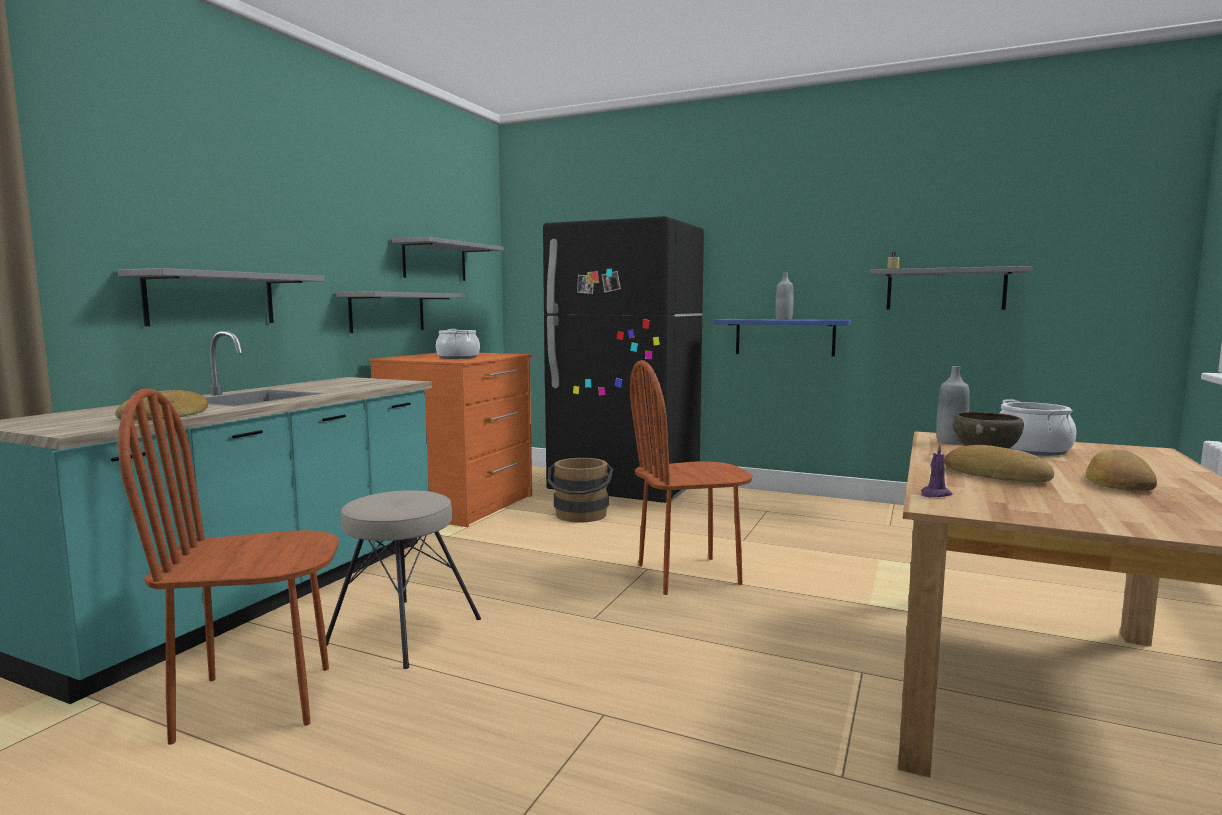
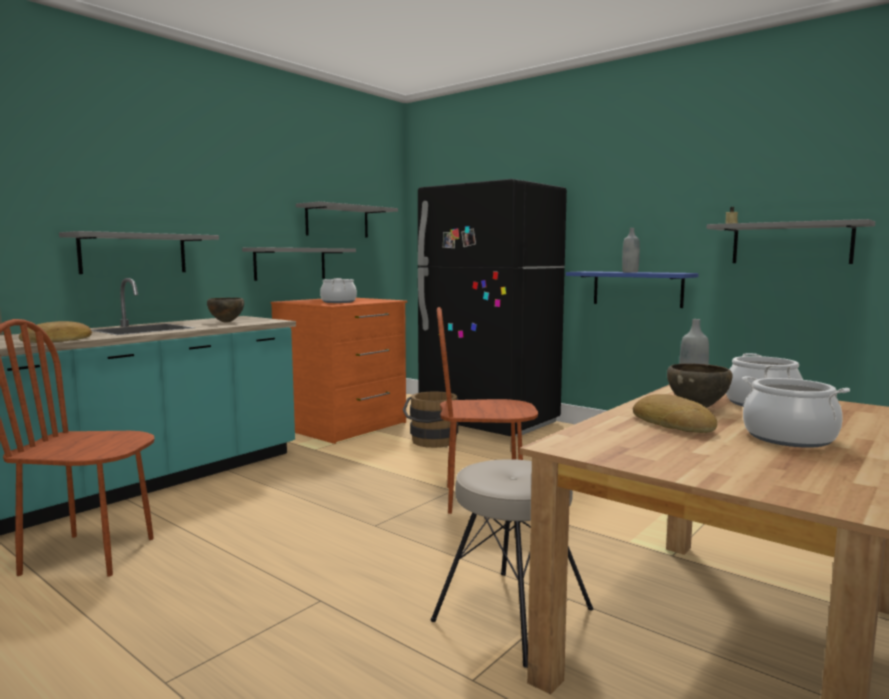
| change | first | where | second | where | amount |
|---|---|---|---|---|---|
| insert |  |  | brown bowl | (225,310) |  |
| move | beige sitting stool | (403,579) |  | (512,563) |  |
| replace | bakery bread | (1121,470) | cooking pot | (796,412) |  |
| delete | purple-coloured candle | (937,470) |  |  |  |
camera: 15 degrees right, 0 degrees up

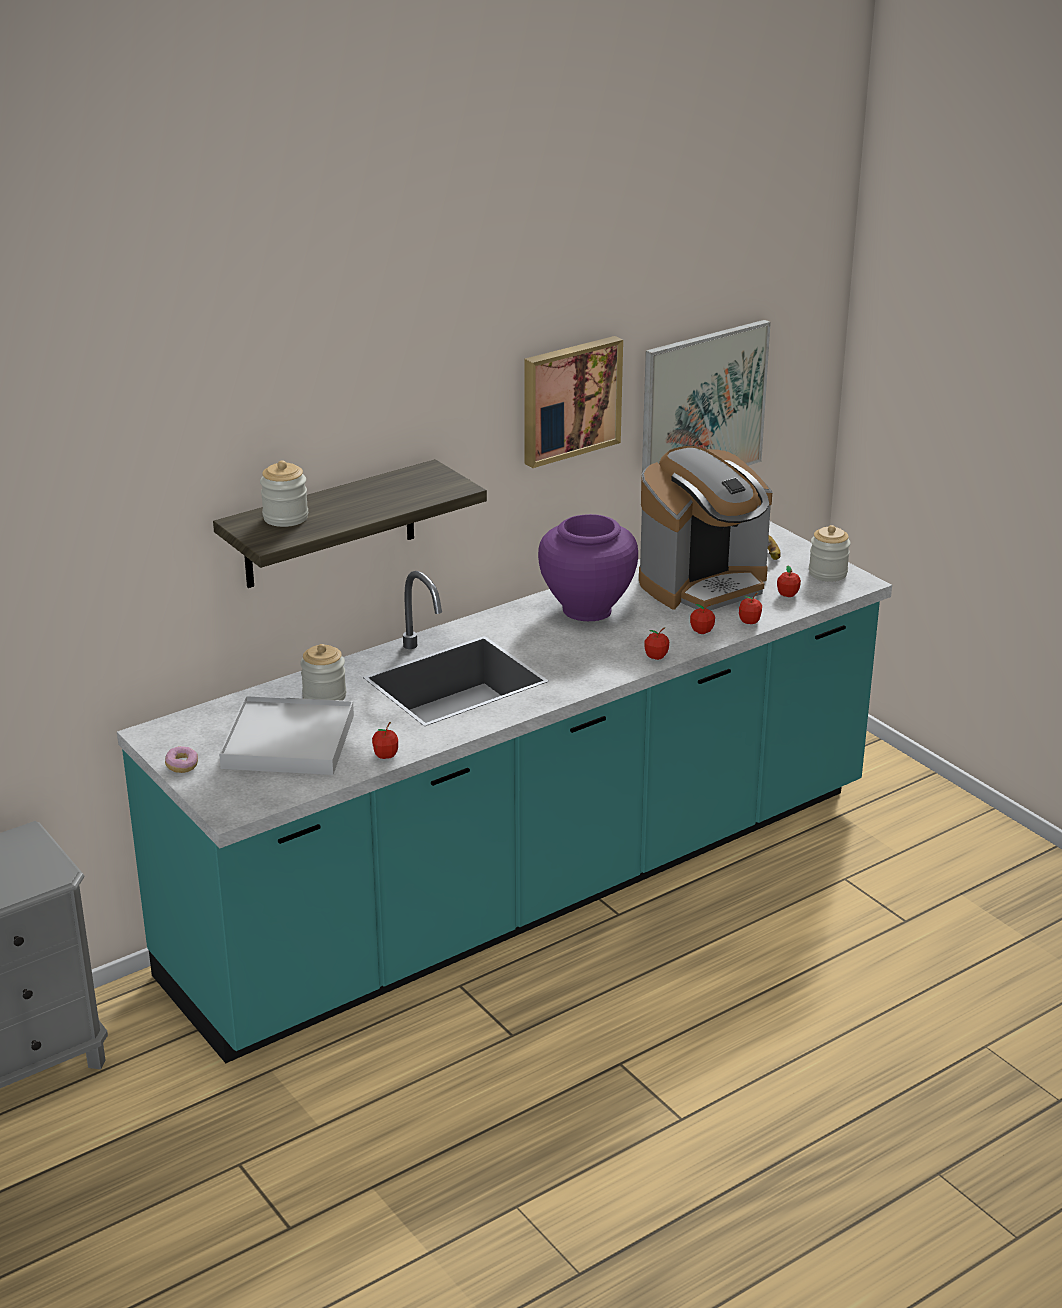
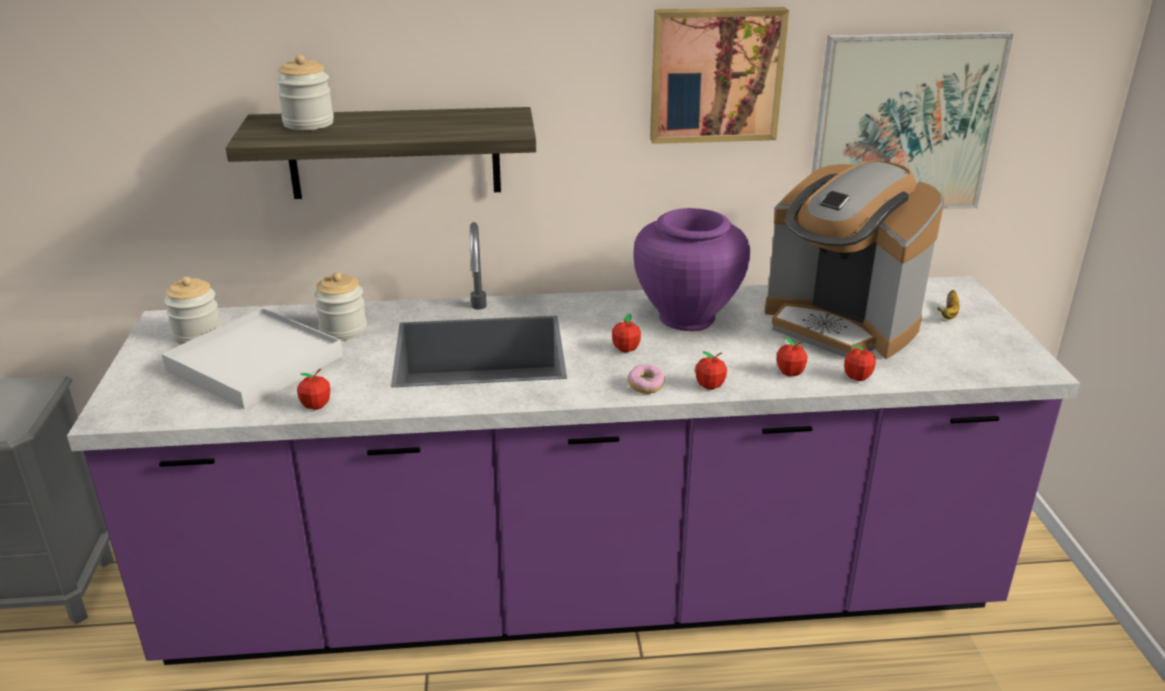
| change | first | where | second | where | amount |
|---|---|---|---|---|---|
| recolor | turquoise-coloured counter | (504,792) | purple-coloured counter | (573,443) |  |
| move | preserve jar | (830,553) |  | (193,310) |  |
| move | apple fruit | (789,581) |  | (626,333) |  |
| move | donut | (181,759) |  | (646,379) |  |
| rotate | coffee machine | (705,528) |  | (854,260) | 45 degrees clockwise |
camera: 30 degrees right, 0 degrees up

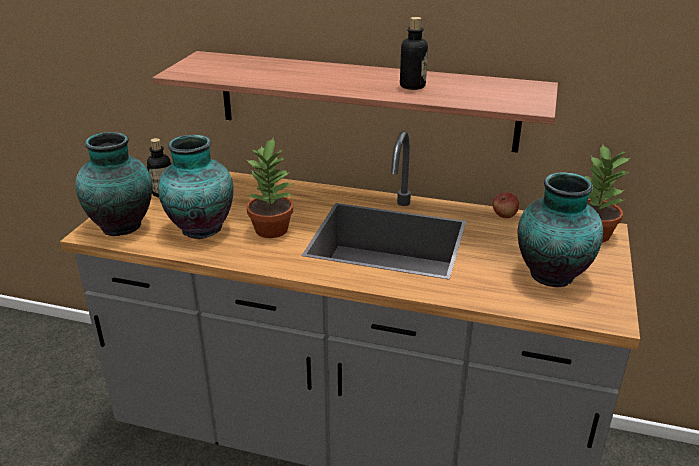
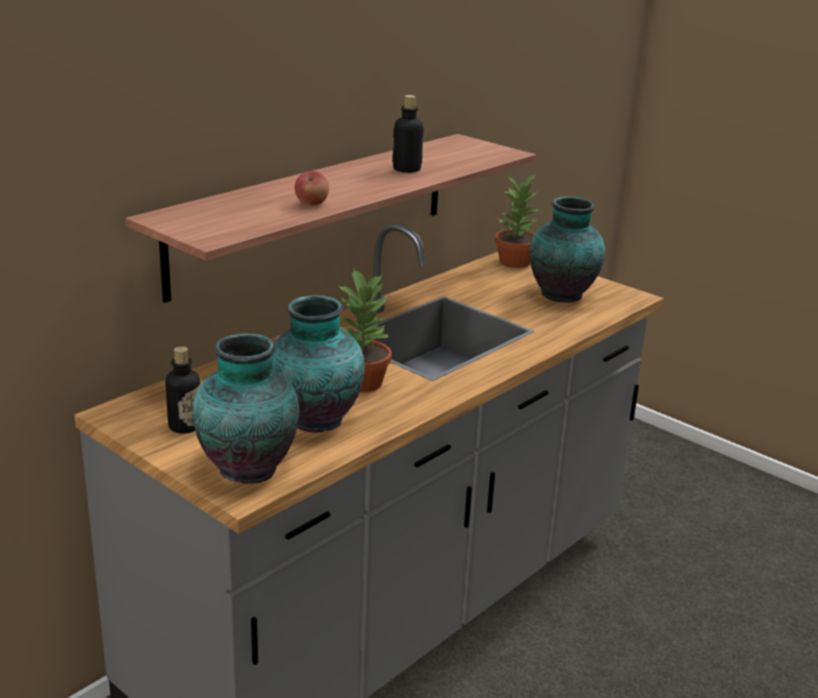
| change | first | where | second | where | amount |
|---|---|---|---|---|---|
| move | apple fruit | (506,205) |  | (312,188) |  |
camera: 65 degrees left, 5 degrees down

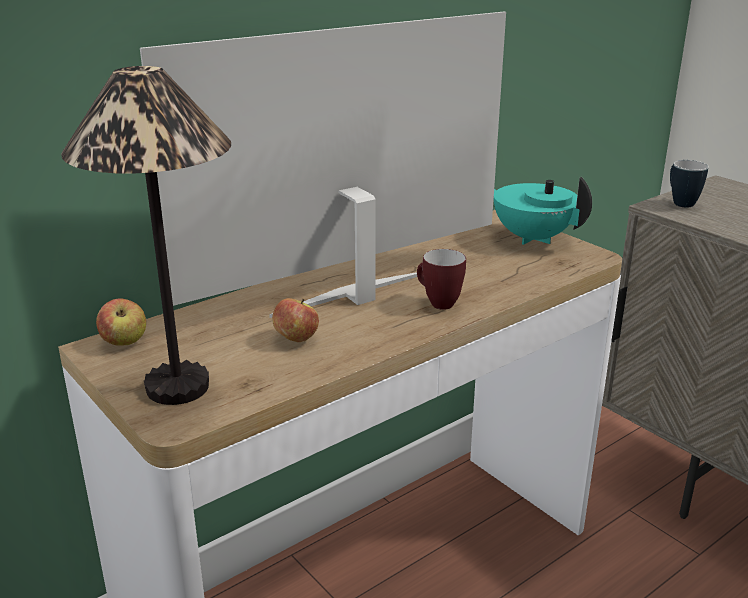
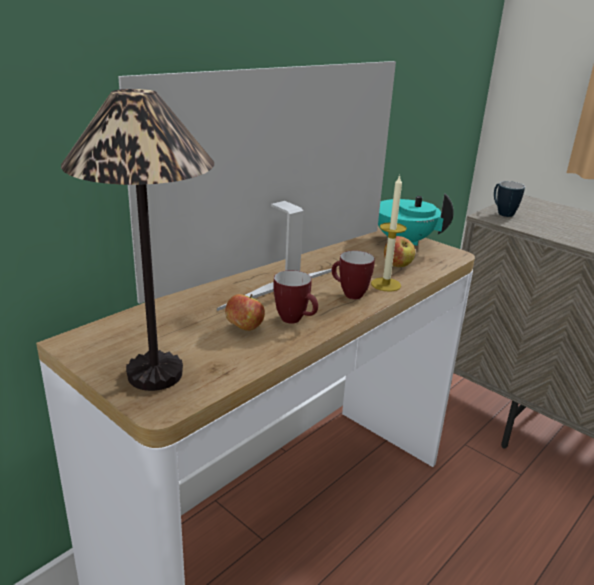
| change | first | where | second | where | amount |
|---|---|---|---|---|---|
| insert |  |  | mug | (295,297) |  |
| insert |  |  | candle | (389,233) |  |
| move | apple fruit | (121,322) |  | (399,251) |  |
camera: 10 degrees left, 0 degrees up

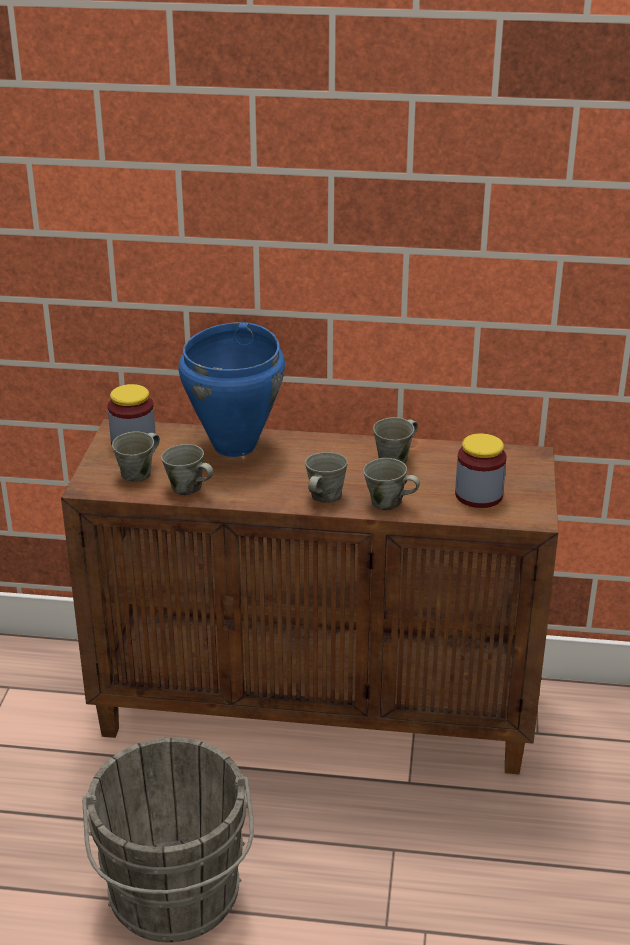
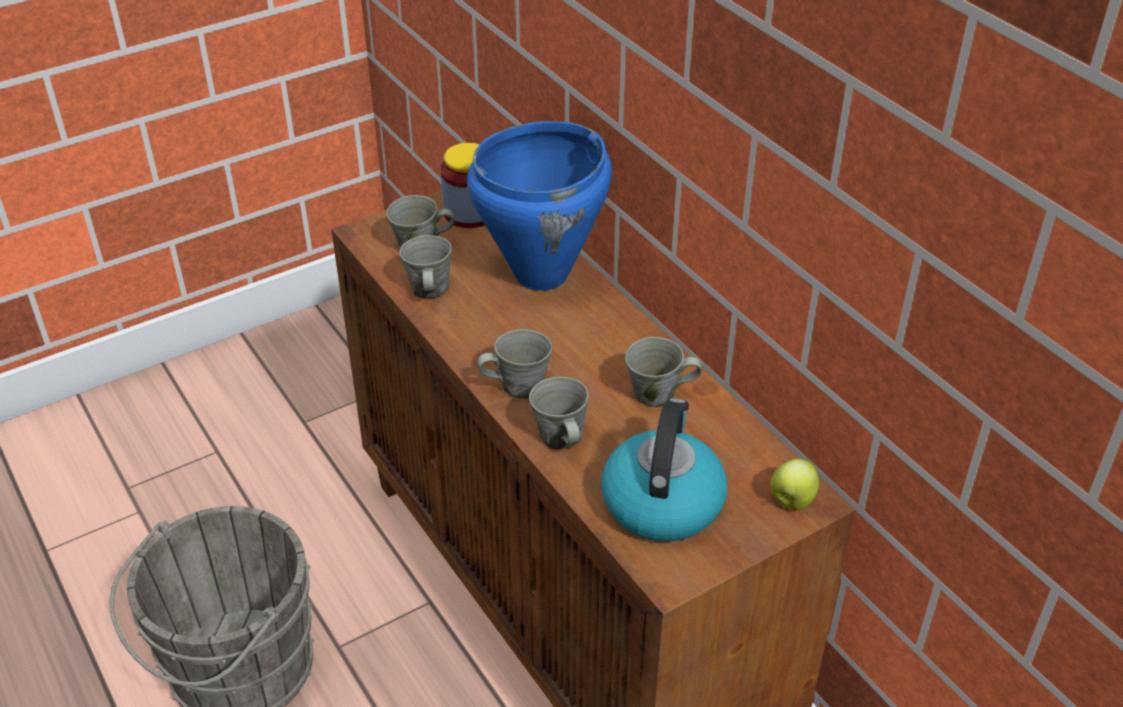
| change | first | where | second | where | amount |
|---|---|---|---|---|---|
| replace | preserve jar | (481,470) | tea kettle | (664,470) |  |
| insert |  |  | apple fruit | (795,484) |  |
camera: 50 degrees right, 10 degrees up

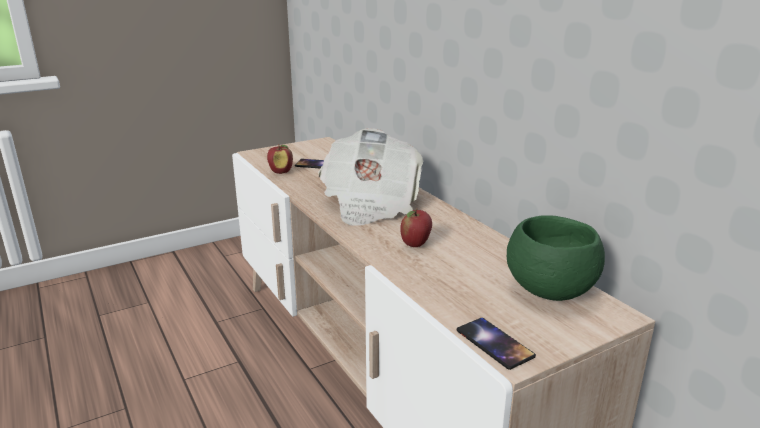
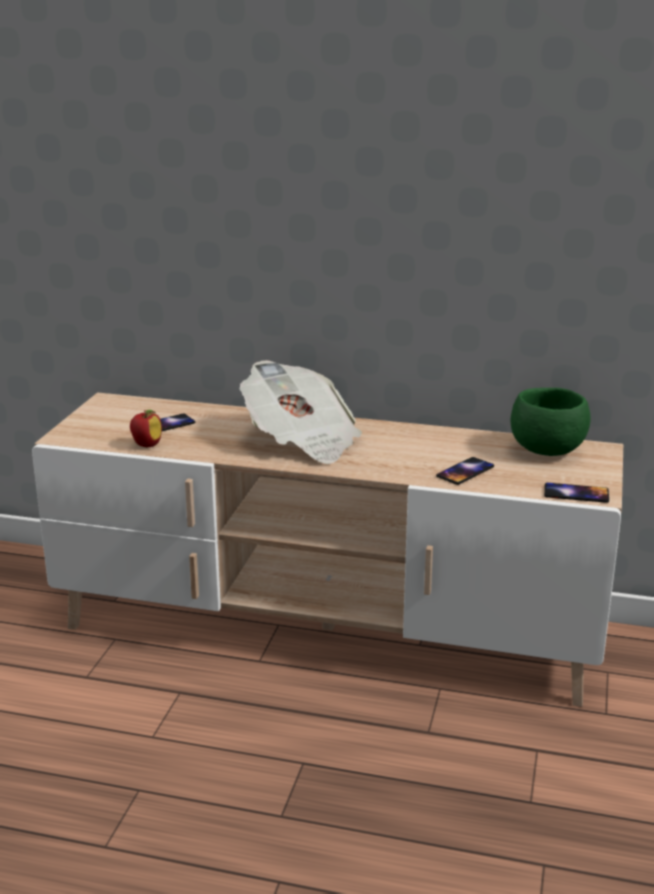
| change | first | where | second | where | amount |
|---|---|---|---|---|---|
| insert |  |  | handset | (465,471) |  |
| delete | apple fruit | (416,227) |  |  |  |
camera: 45 degrees left, 0 degrees up

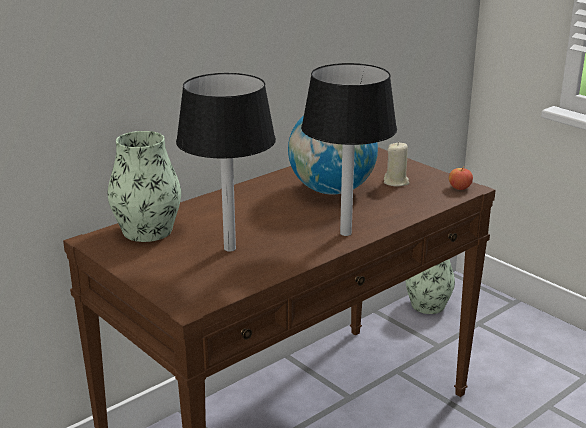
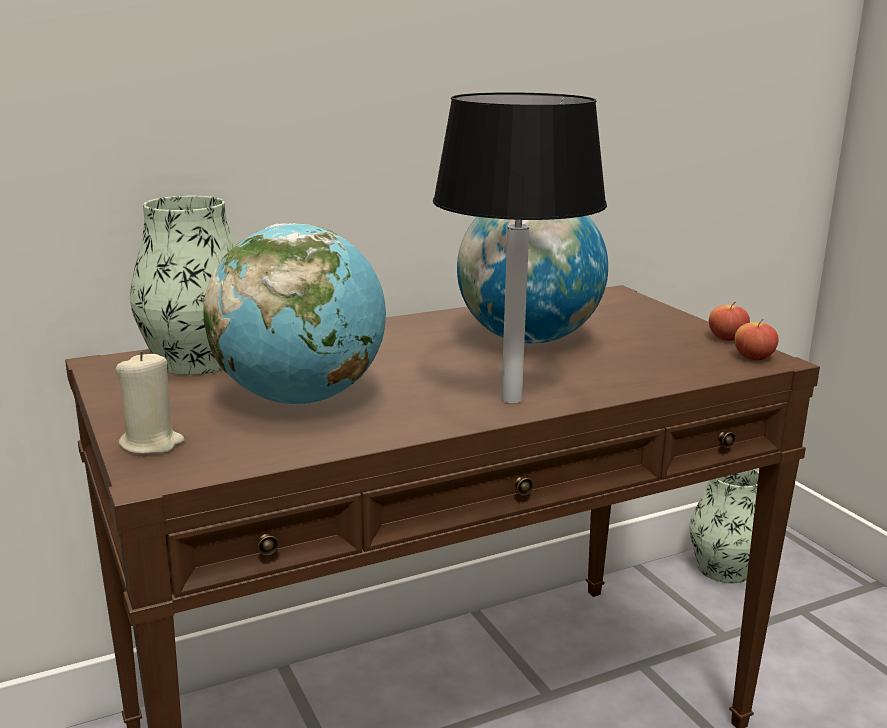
| change | first | where | second | where | amount |
|---|---|---|---|---|---|
| move | beige candle | (396,164) |  | (150,402) |  |
| replace | black-coloured lamp for a table | (226,162) | world globe | (294,314) |  |
| insert |  |  | apple fruit | (729,321) |  |
camera: 15 degrees right, 5 degrees down

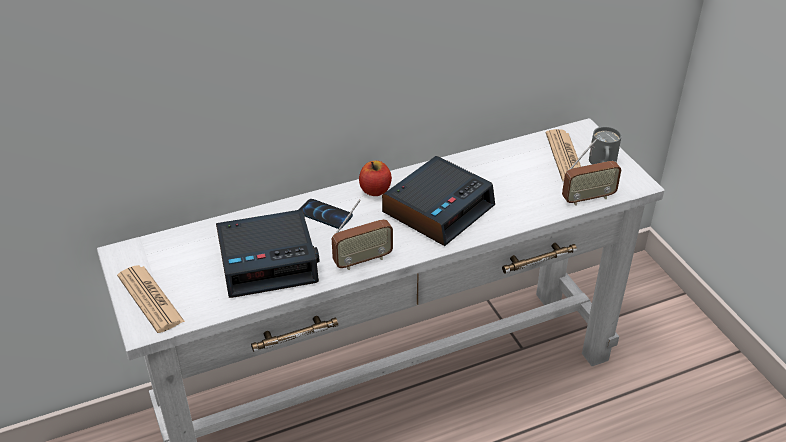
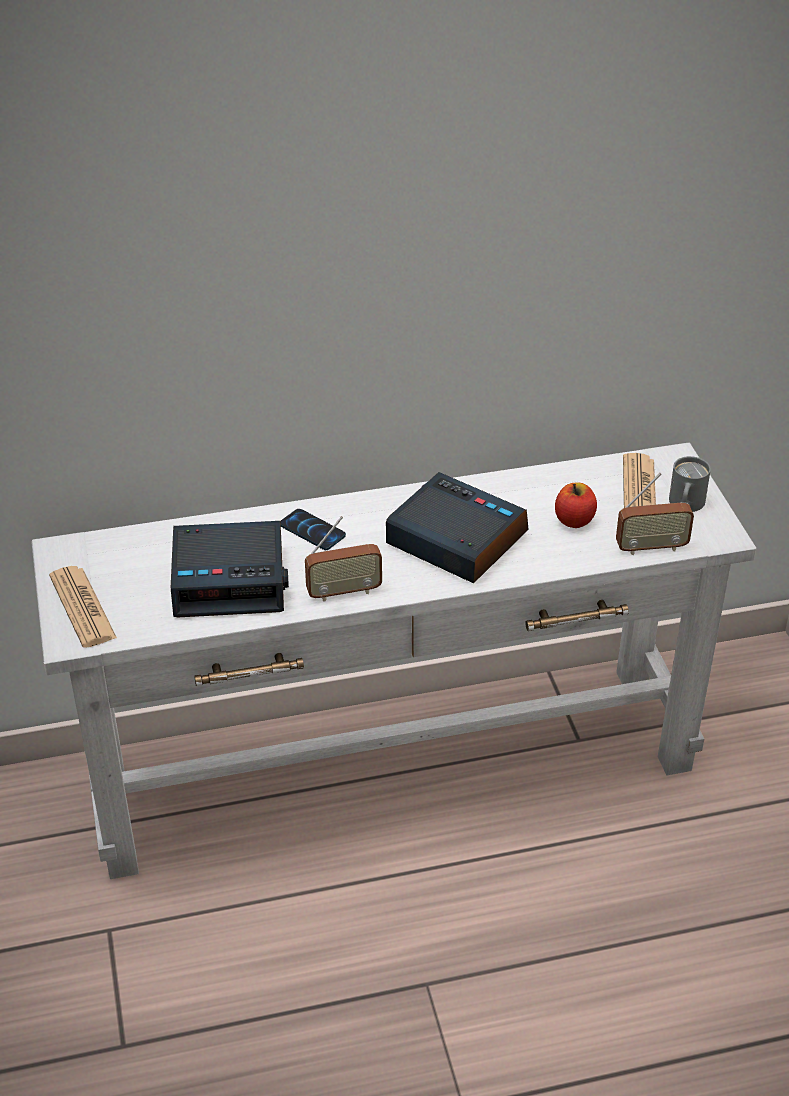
| change | first | where | second | where | amount |
|---|---|---|---|---|---|
| rotate | bedside clock | (438,201) |  | (457,527) | 105 degrees counterclockwise |
| move | apple fruit | (375,178) |  | (576,505) |  |
camera: 10 degrees right, 0 degrees up

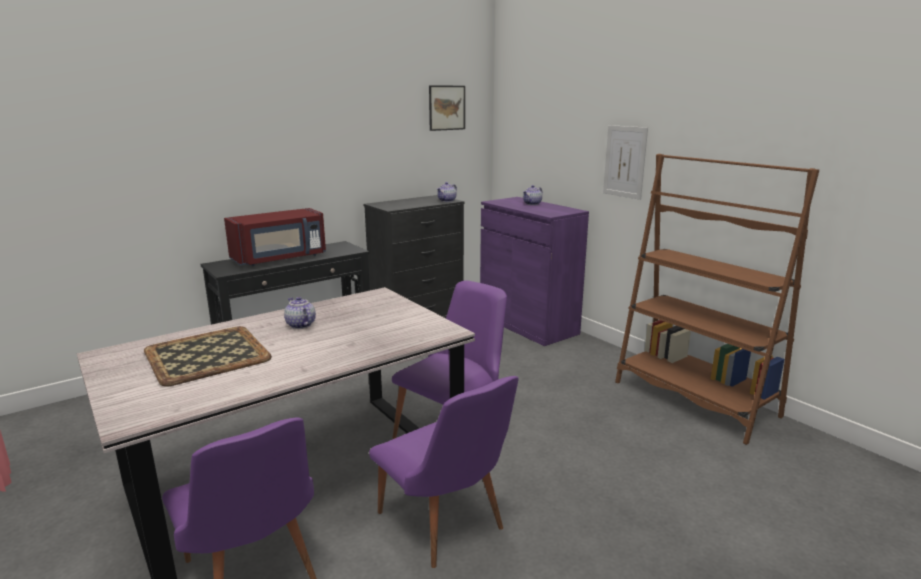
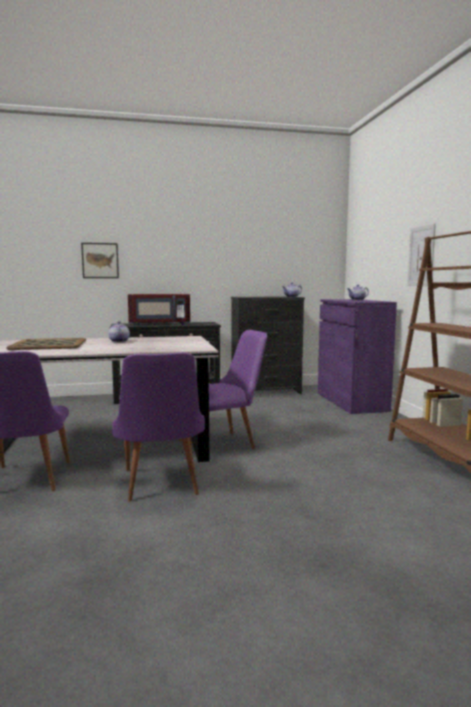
| change | first | where | second | where | amount |
|---|---|---|---|---|---|
| move | wall picture | (447,108) |  | (100,260) |  |
camera: 25 degrees right, 10 degrees down

